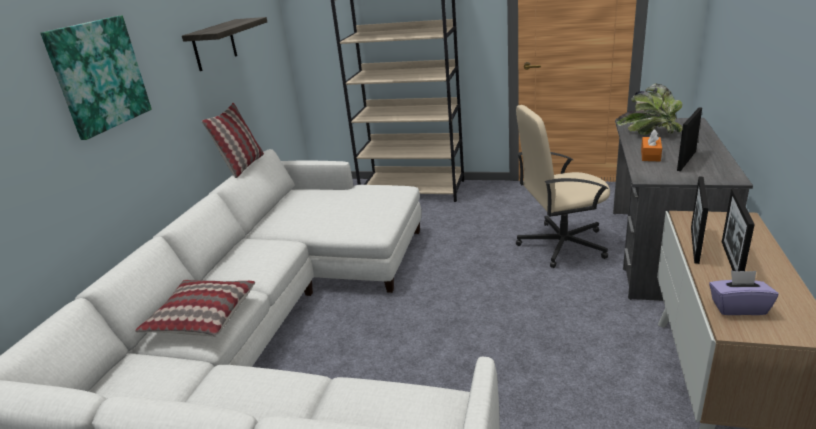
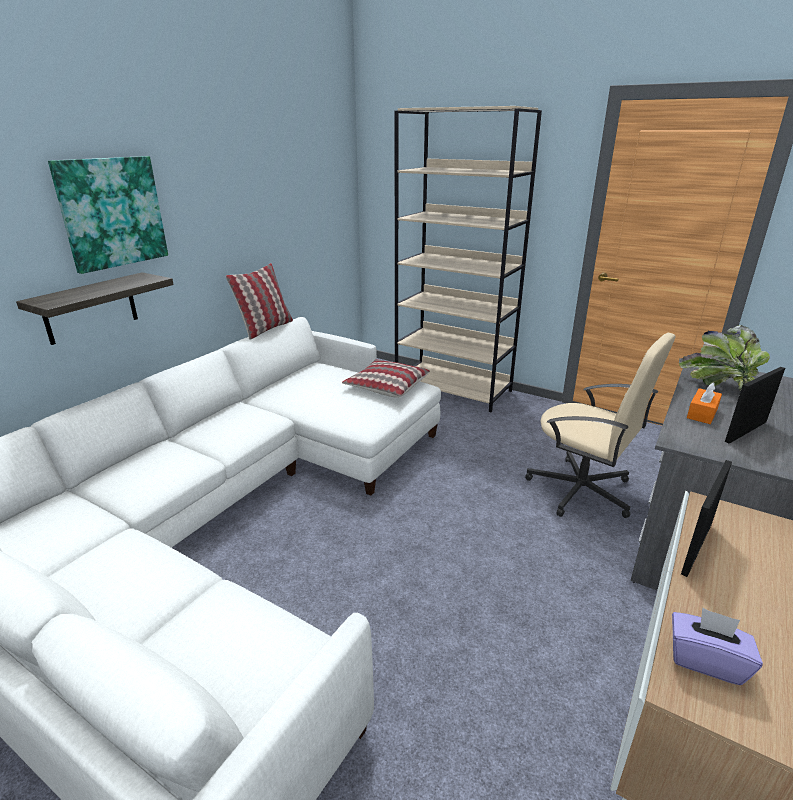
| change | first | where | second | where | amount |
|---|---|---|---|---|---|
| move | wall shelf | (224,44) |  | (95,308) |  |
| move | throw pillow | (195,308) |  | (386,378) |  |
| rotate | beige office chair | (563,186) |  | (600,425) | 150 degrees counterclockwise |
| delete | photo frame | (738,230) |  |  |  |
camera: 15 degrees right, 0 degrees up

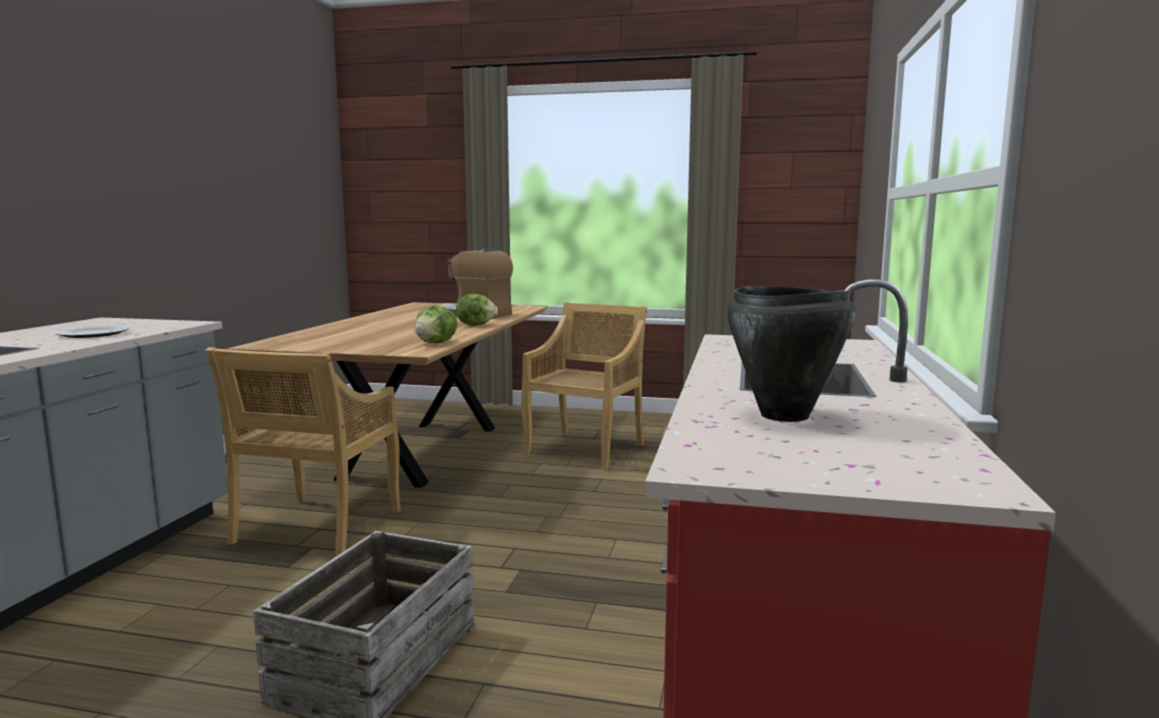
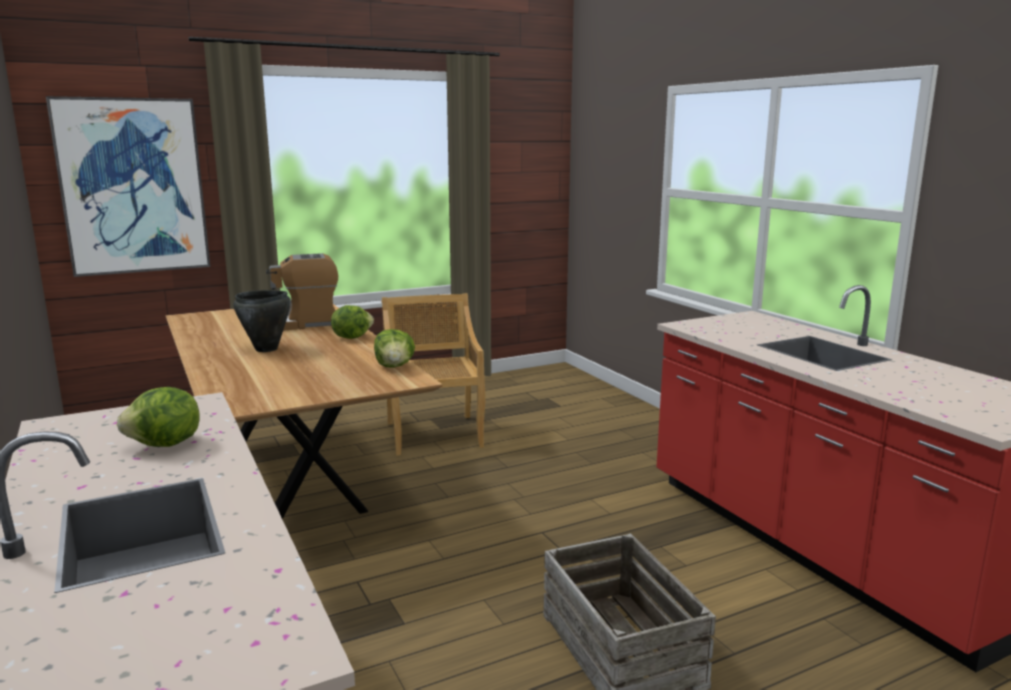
| change | first | where | second | where | amount |
|---|---|---|---|---|---|
| insert |  |  | wall picture | (128,186) |  |
| replace | plate | (92,331) | head of lettuce | (158,417) |  |
| move | black-coloured cooking pot | (791,354) |  | (262,321) |  |
| delete | beige upright chair | (303,451) |  |  |  |
camera: 40 degrees left, 5 degrees up

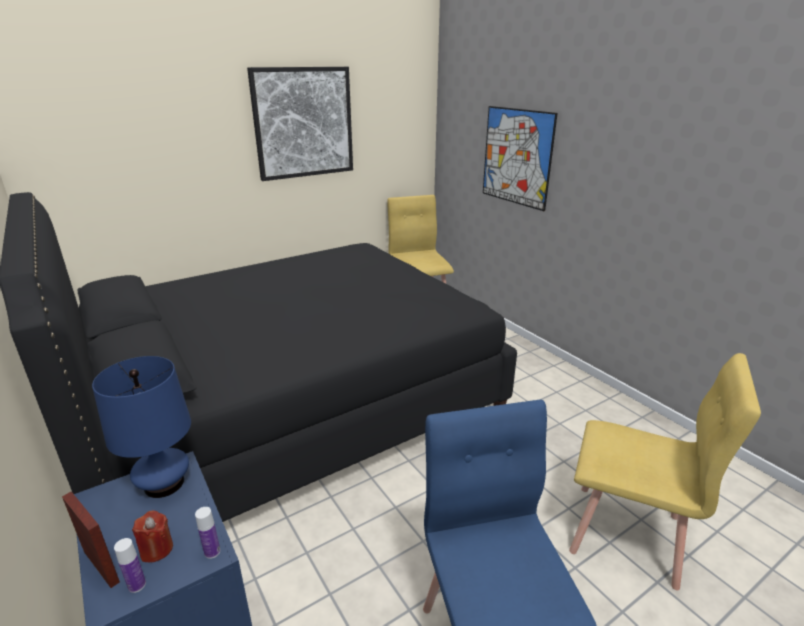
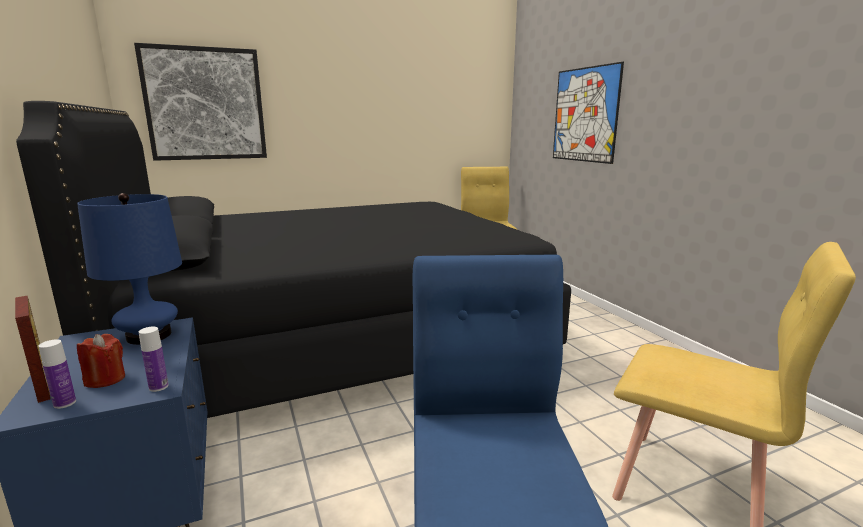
| change | first | where | second | where | amount |
|---|---|---|---|---|---|
| move | wall picture | (300,124) |  | (200,102) |  |
camera: 10 degrees right, 10 degrees down

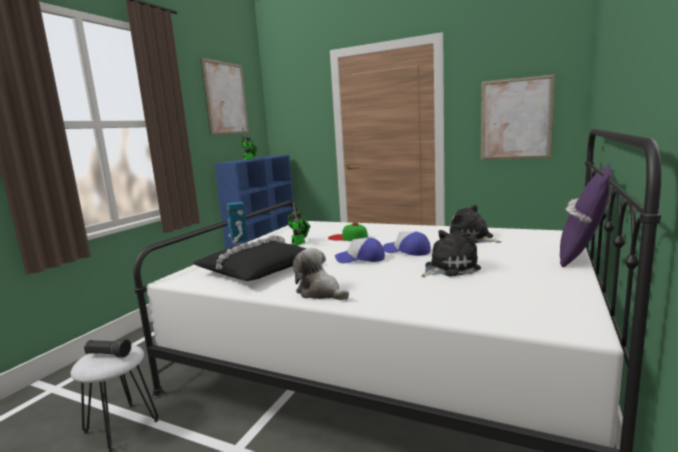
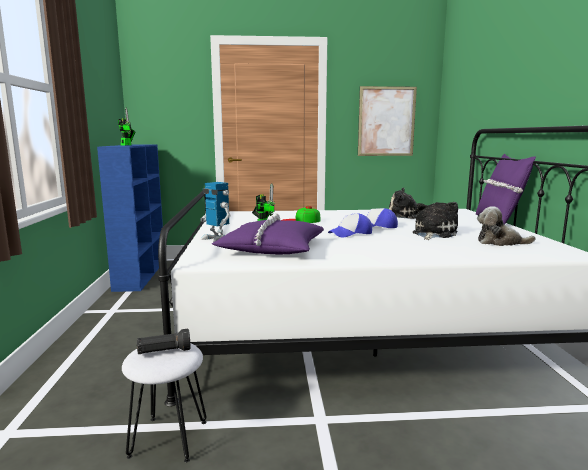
| change | first | where | second | where | amount |
|---|---|---|---|---|---|
| recolor | black-coloured throw pillow | (250,258) | purple-coloured throw pillow | (268,233) |  |
| move | plush toy | (321,274) |  | (506,226) |  |
| delete | wall picture | (225,96) |  |  |  |
camera: 30 degrees left, 0 degrees up

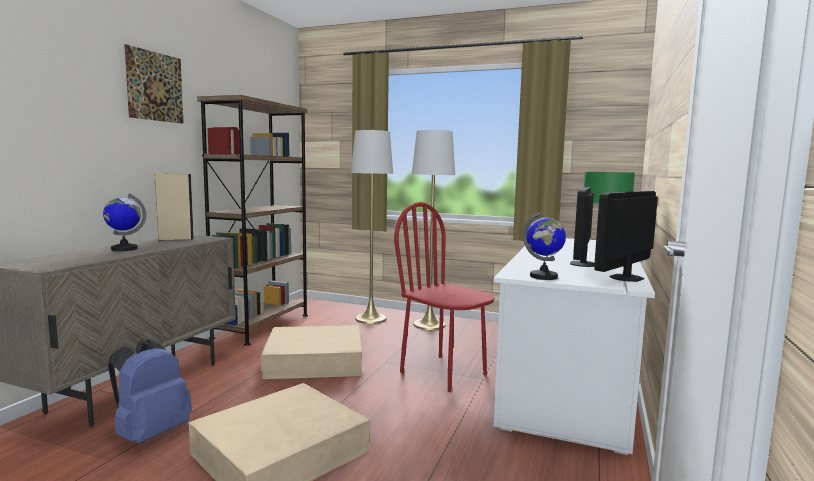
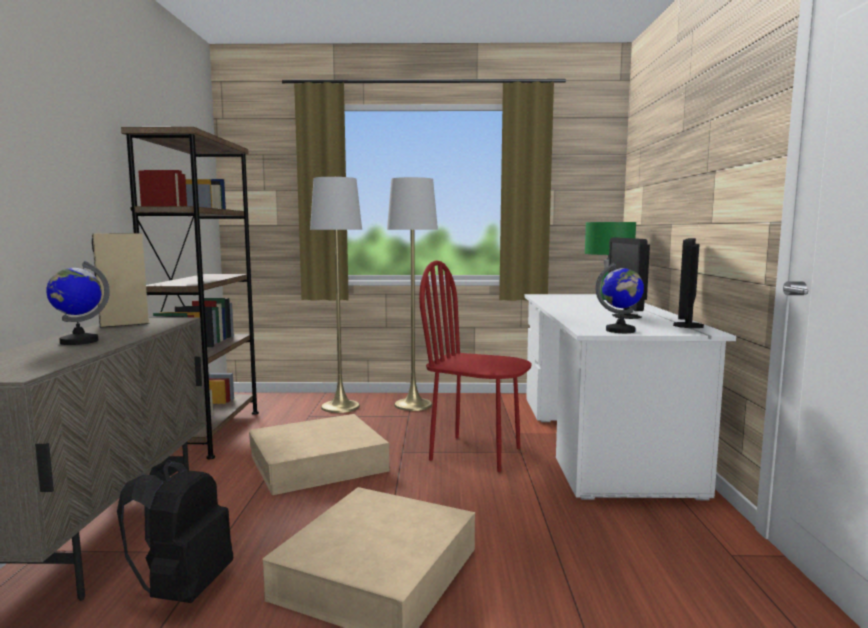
| change | first | where | second | where | amount |
|---|---|---|---|---|---|
| recolor | blue-coloured knapsack | (150,391) | black-coloured knapsack | (175,531) |  |
| delete | wall picture | (154,84) |  |  |  |
camera: 20 degrees left, 0 degrees up

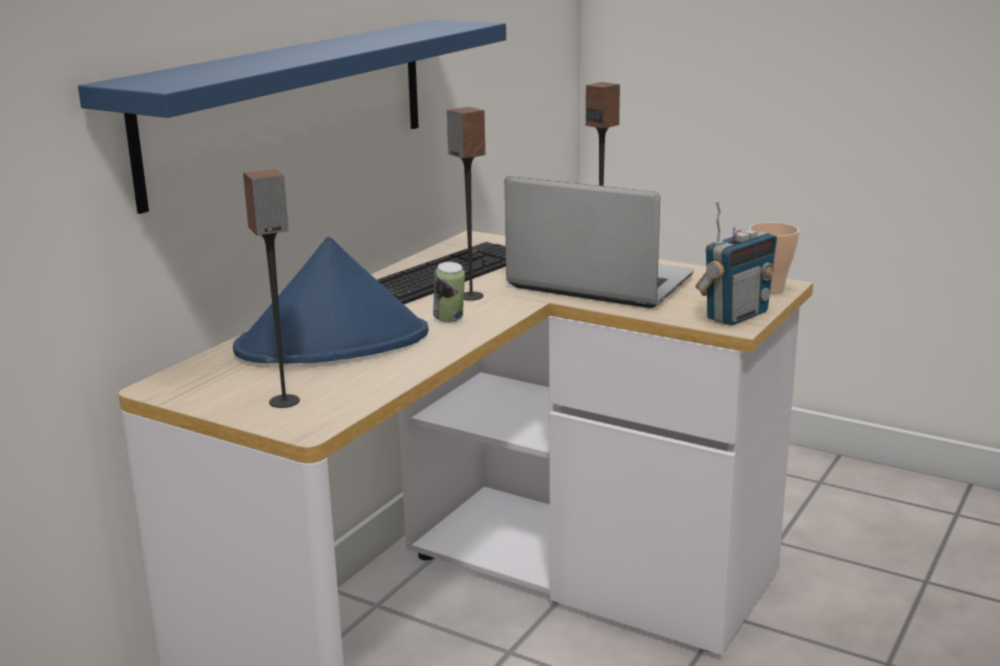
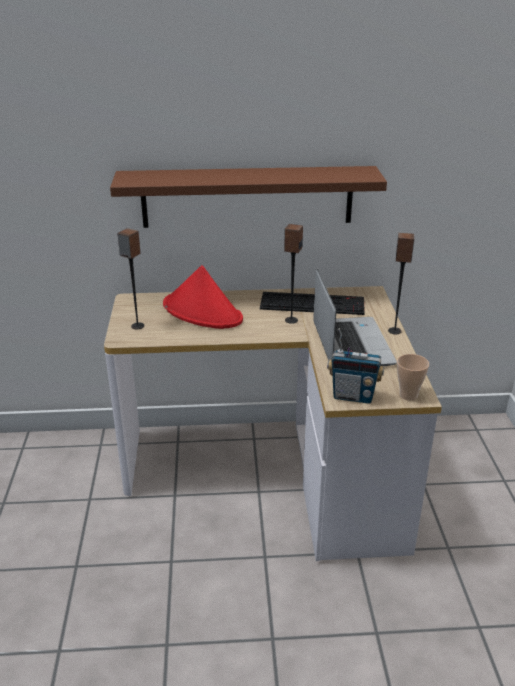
| change | first | where | second | where | amount |
|---|---|---|---|---|---|
| recolor | blue-coloured wall shelf | (292,117) | brown wall shelf | (248,197) |  |
| recolor | blue-coloured hat | (331,300) | reddish hat | (203,297) |  |
| delete | sealed can | (449,292) |  |  |  |
camera: 55 degrees right, 10 degrees up

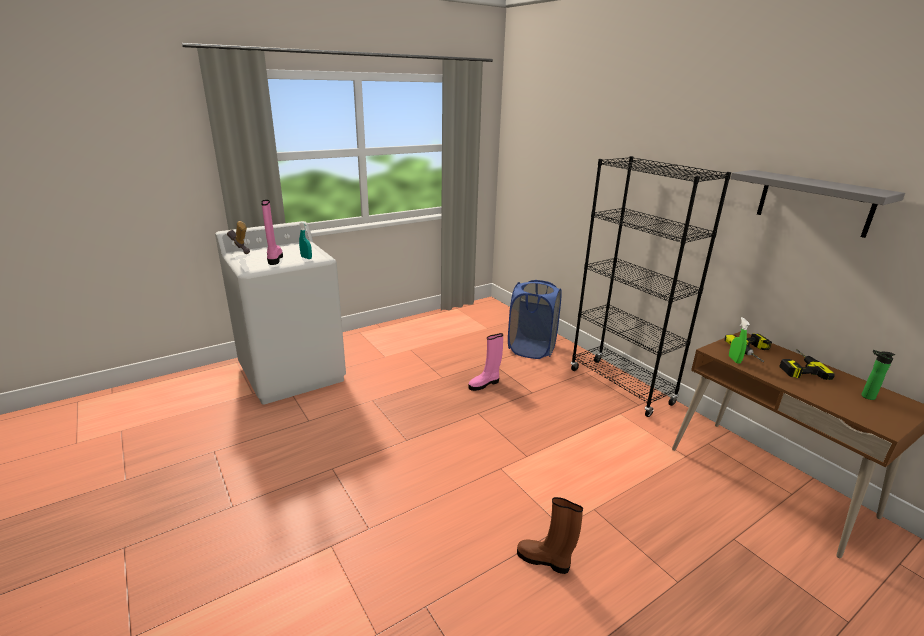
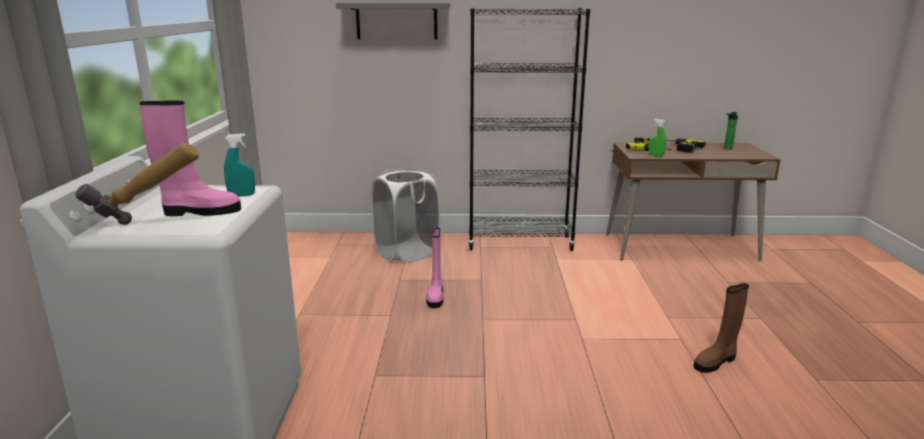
| change | first | where | second | where | amount |
|---|---|---|---|---|---|
| rotate | pink tall boot | (272,232) |  | (190,158) | 150 degrees clockwise |
| move | greyish wall shelf | (817,204) |  | (393,21) |  |
| recolor | blue-coloured hamper | (534,319) | whitish hamper | (405,216) |  |
camera: 55 degrees left, 5 degrees down

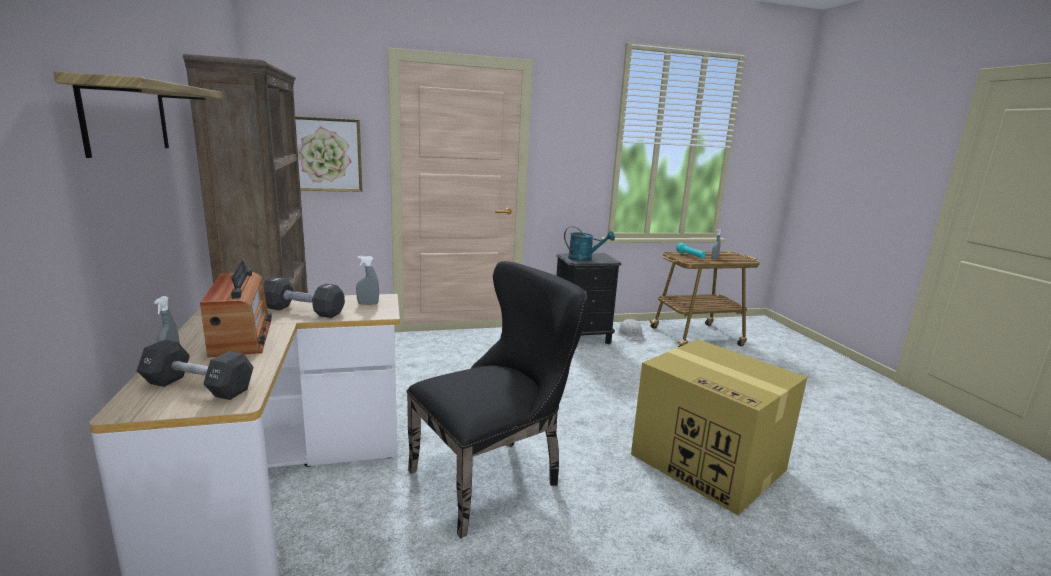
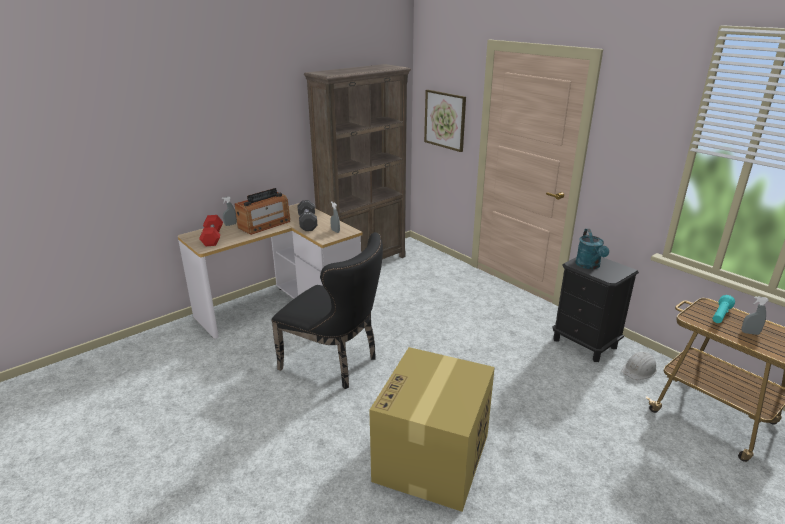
| change | first | where | second | where | amount |
|---|---|---|---|---|---|
| recolor | black-coloured hand weight | (195,370) | reddish hand weight | (211,230) |  |
| delete | wall shelf | (138,114) |  |  |  |
camera: 65 degrees right, 10 degrees up

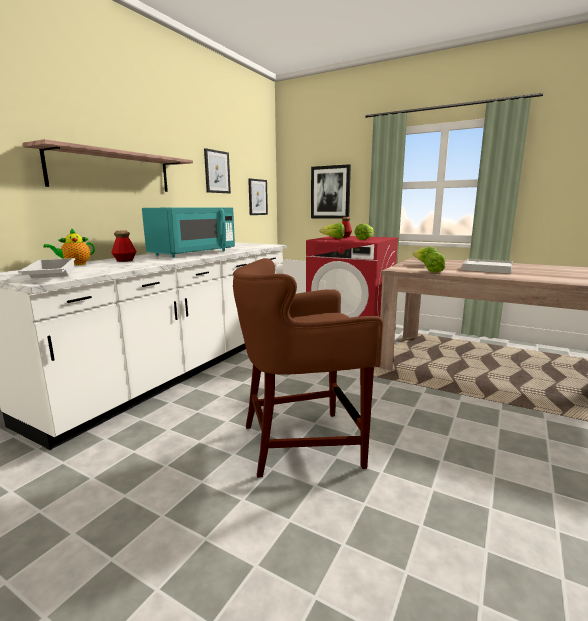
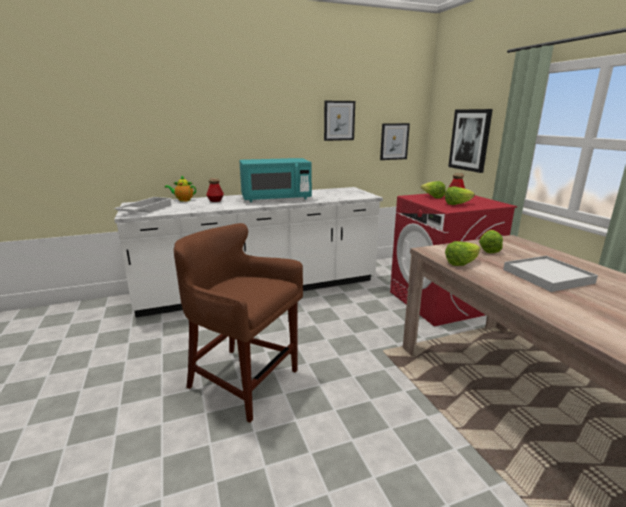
| change | first | where | second | where | amount |
|---|---|---|---|---|---|
| delete | wall shelf | (108,165) |  |  |  |
camera: 40 degrees right, 5 degrees up

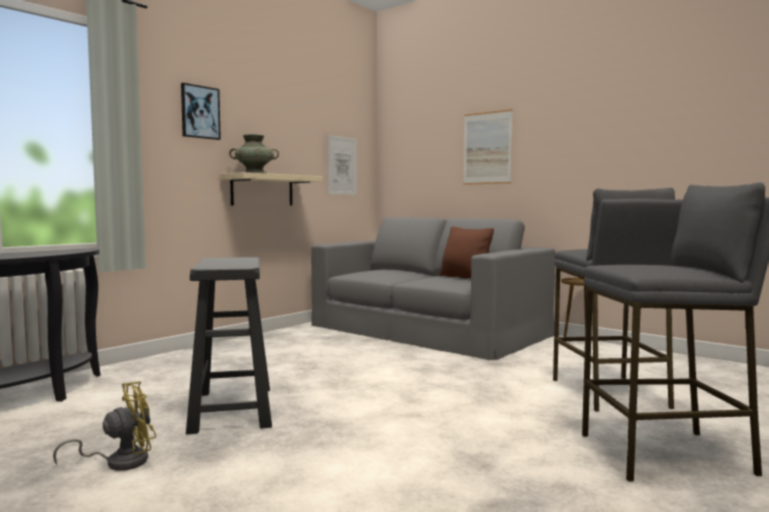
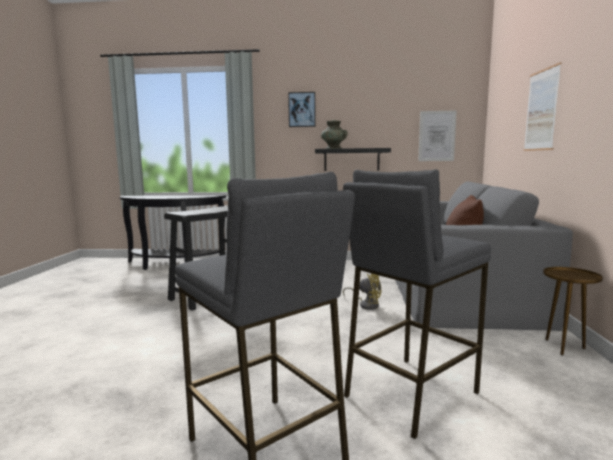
| change | first | where | second | where | amount |
|---|---|---|---|---|---|
| recolor | beige wall shelf | (271,189) | black-coloured wall shelf | (353,159) |  |
| move | yellowish fan | (104,426) |  | (362,291) |  |
camera: 55 degrees right, 5 degrees up

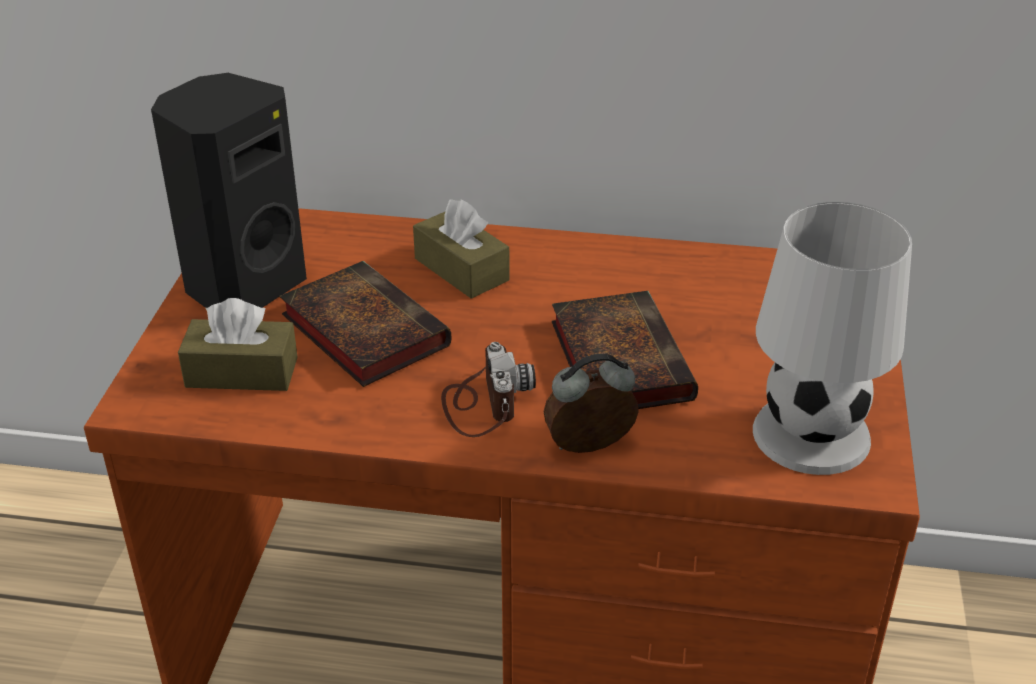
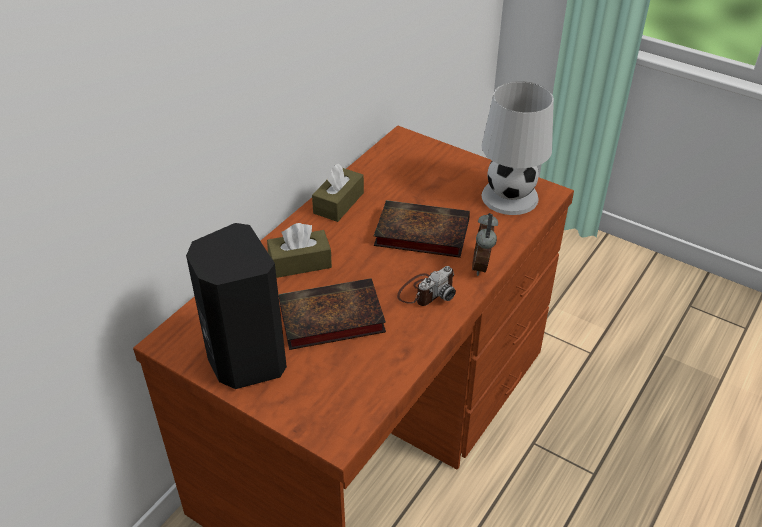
| change | first | where | second | where | amount |
|---|---|---|---|---|---|
| move | brown box of tissues | (237,344) |  | (338,193) |  |
| rotate | still camera | (488,389) |  | (426,286) | 120 degrees clockwise |
camera: 65 degrees left, 5 degrees up

